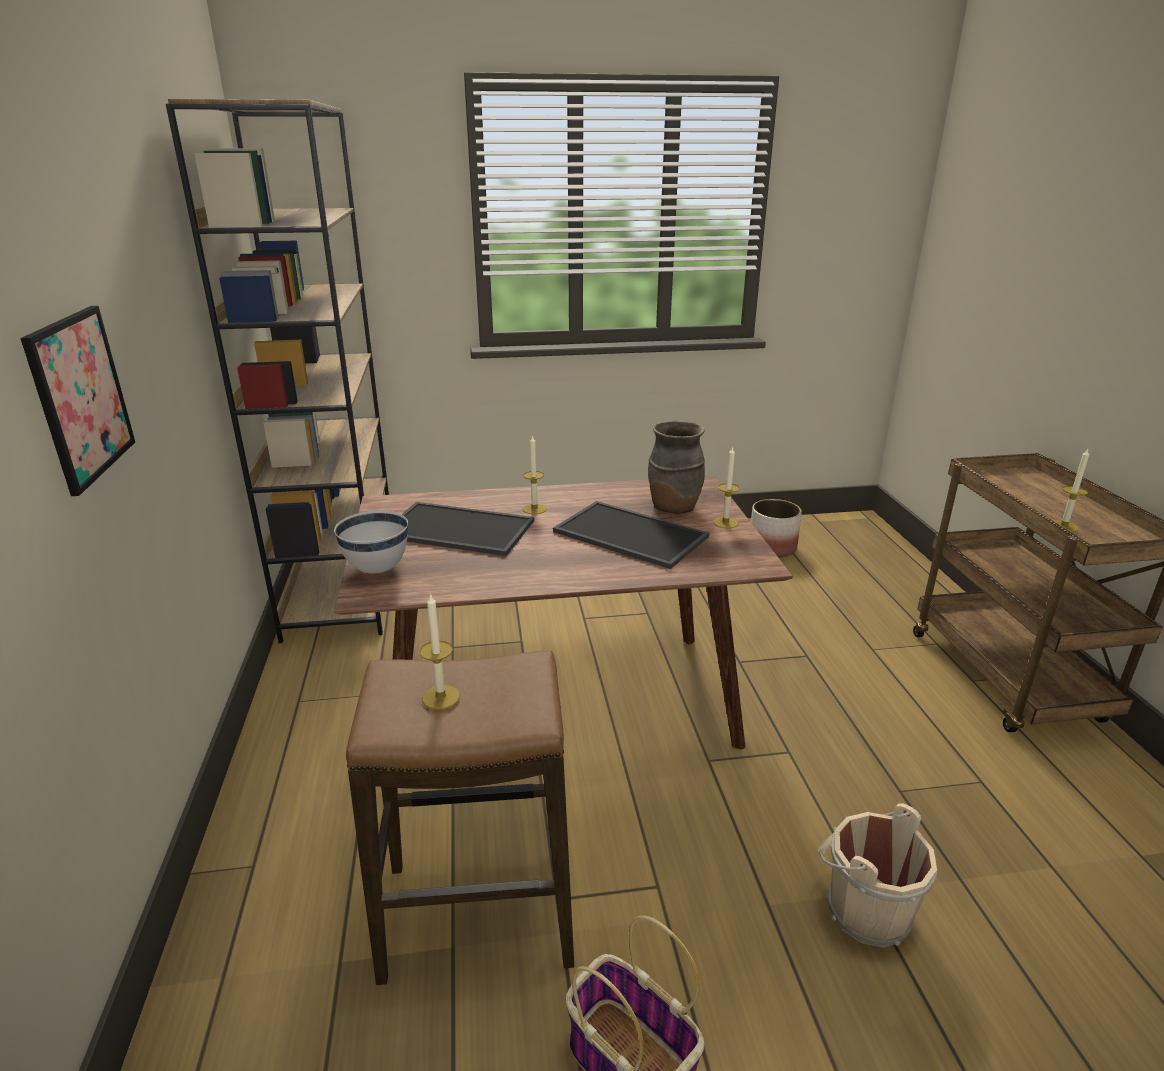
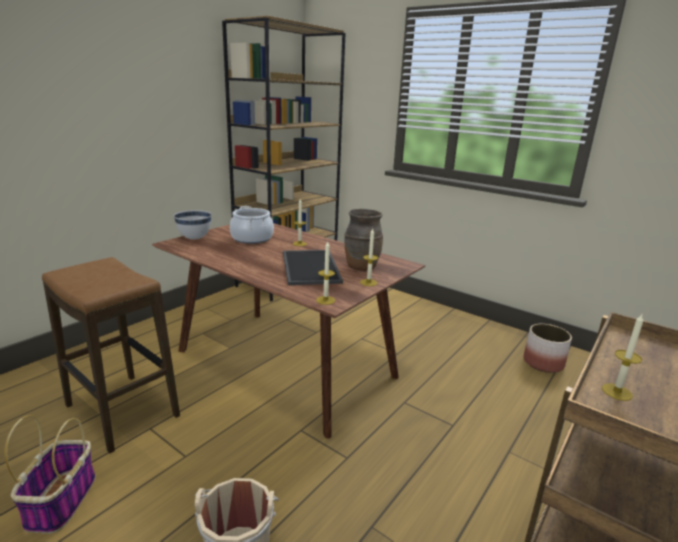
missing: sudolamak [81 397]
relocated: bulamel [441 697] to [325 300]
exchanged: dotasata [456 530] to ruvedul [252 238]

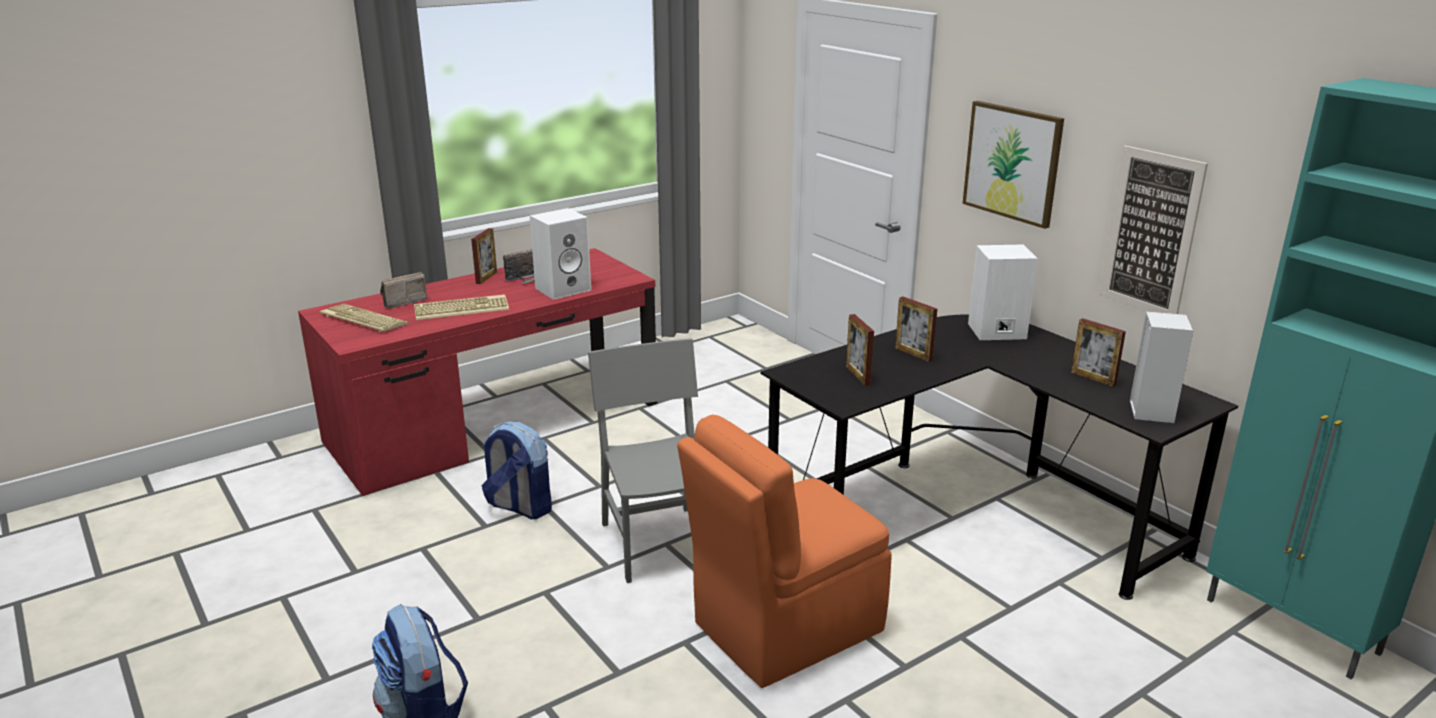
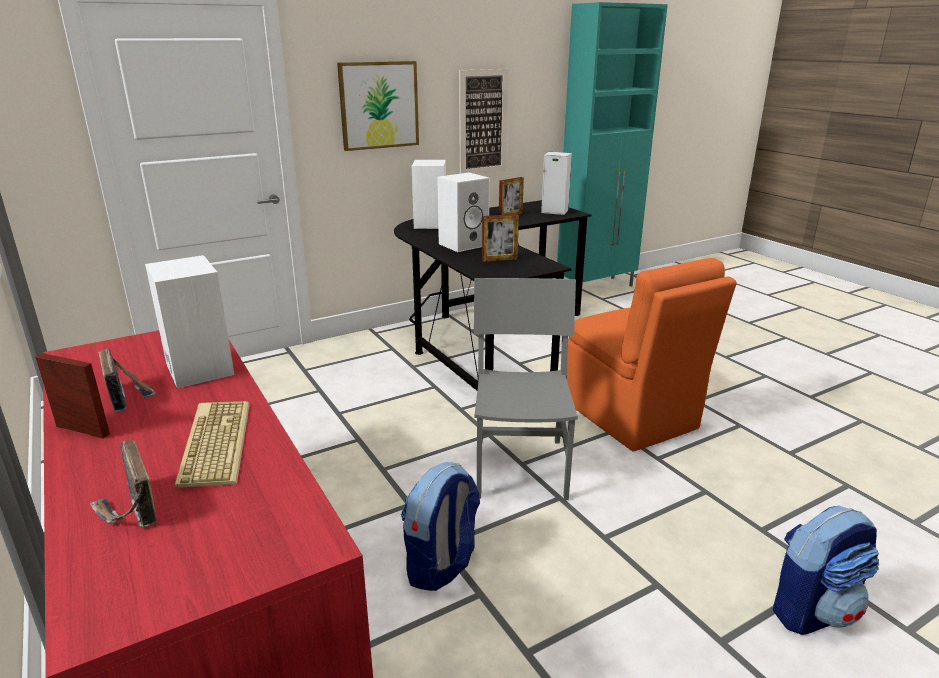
missing: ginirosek [362 319]
exchanged: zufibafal [913 354] to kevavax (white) [464 244]
spun: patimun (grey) [659 543] = [520 467] 105 degrees clockwise

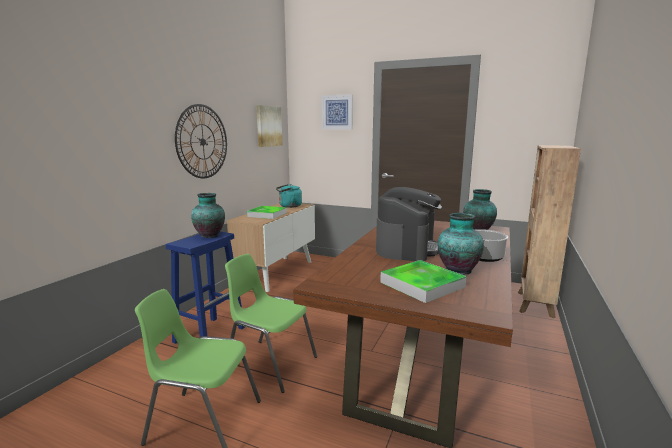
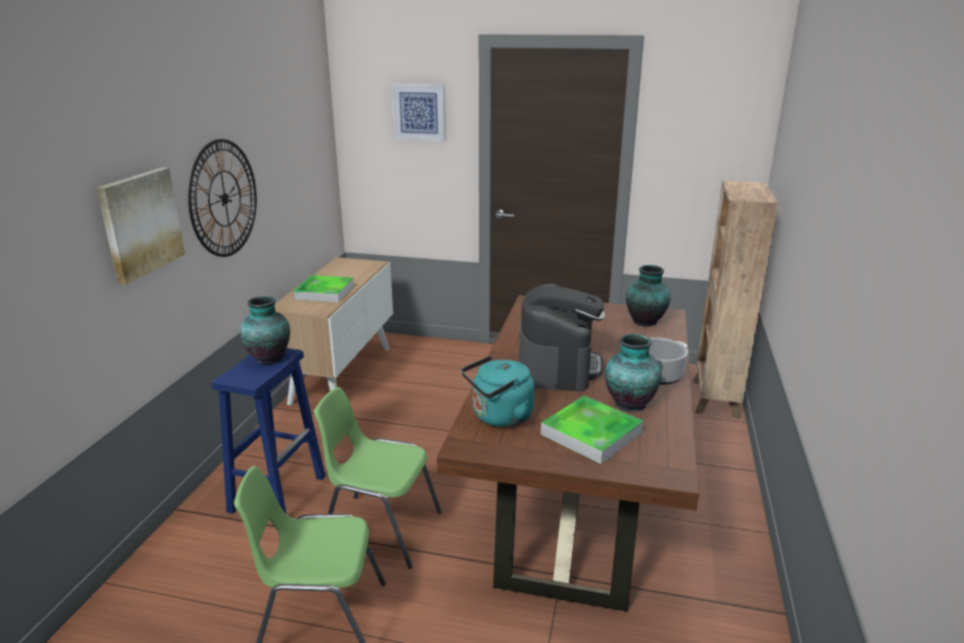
relocated: sudolamak [268 126] to [140 223]; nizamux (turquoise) [289 206] to [499 417]

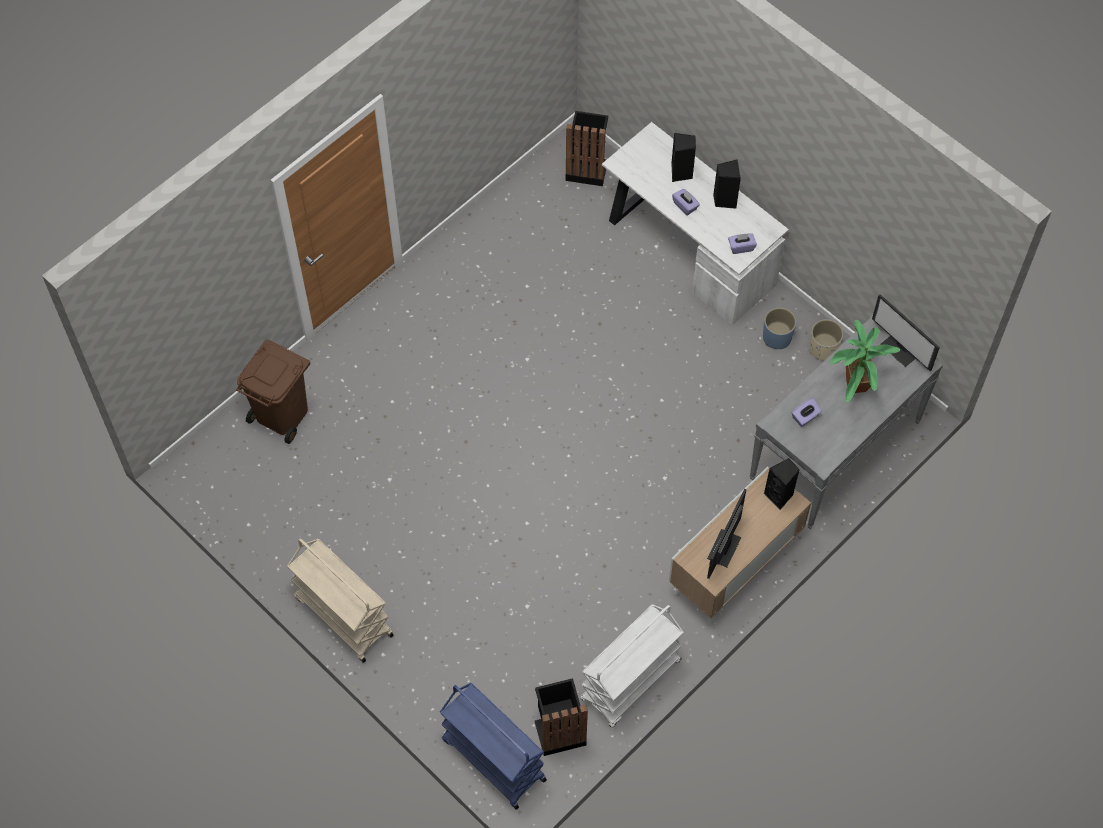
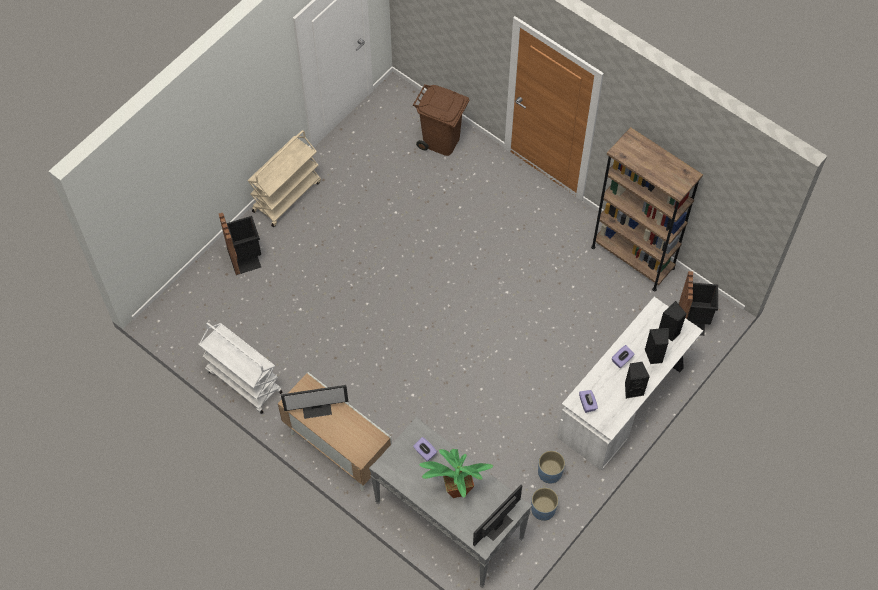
missing: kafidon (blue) [493 759]
appeared: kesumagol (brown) [632 257]
relocated: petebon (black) [559 730] to [246 258]; kevavax (black) [779 496] to [669 332]
colour: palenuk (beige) [823 349] to palenuk (blue) [543 509]
spun: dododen [724 549] = [317 408] 150 degrees clockwise

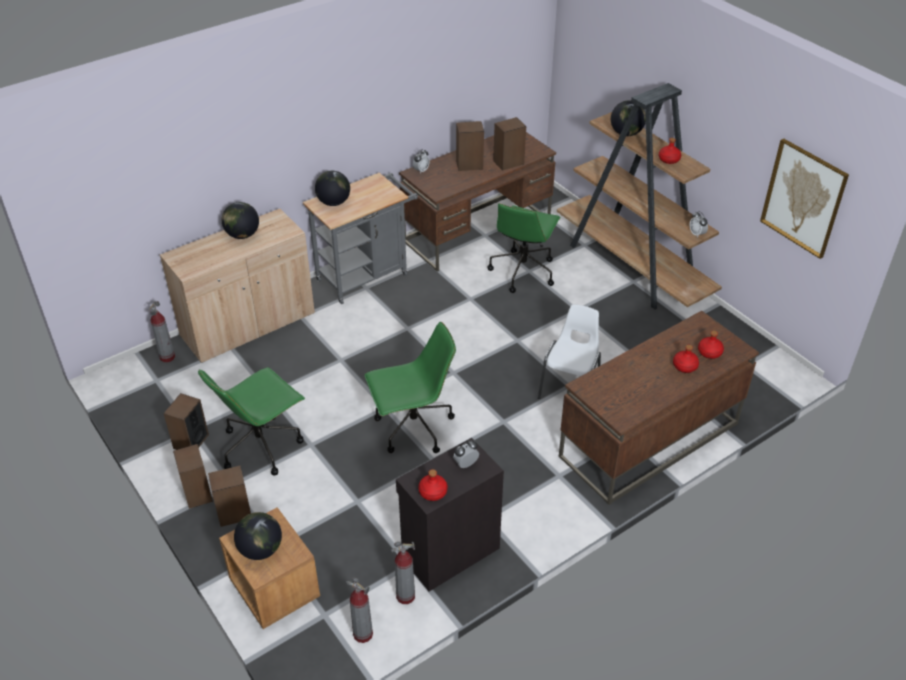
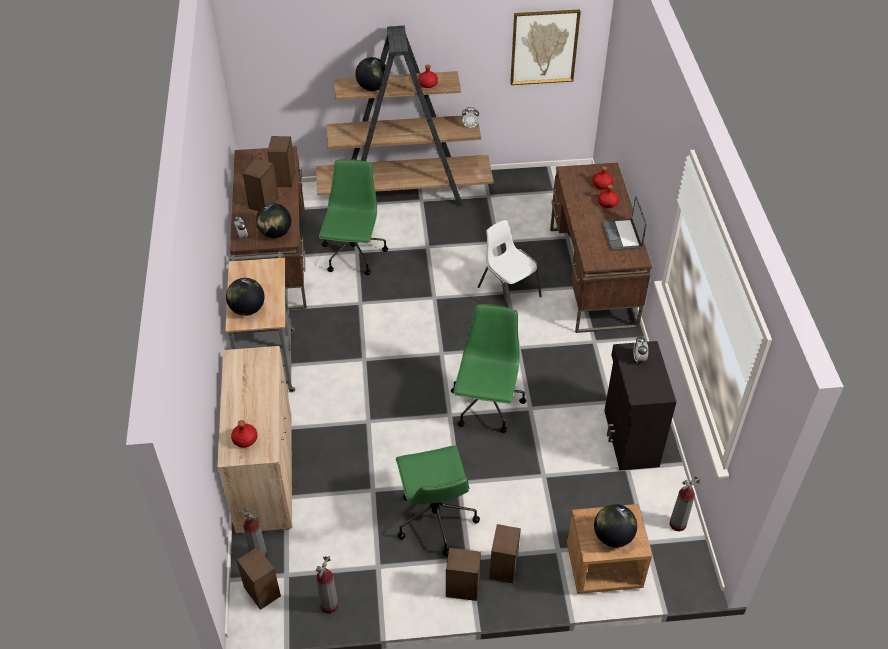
appeared: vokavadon [622 235]
relocated: kevavax [190 441] to [262 592]; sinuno [242 235] to [275 233]; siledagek [405 596] to [329 605]; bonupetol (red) [433 492] to [245 439]
spun: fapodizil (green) [523 271] = [353 255] 135 degrees counterclockwise

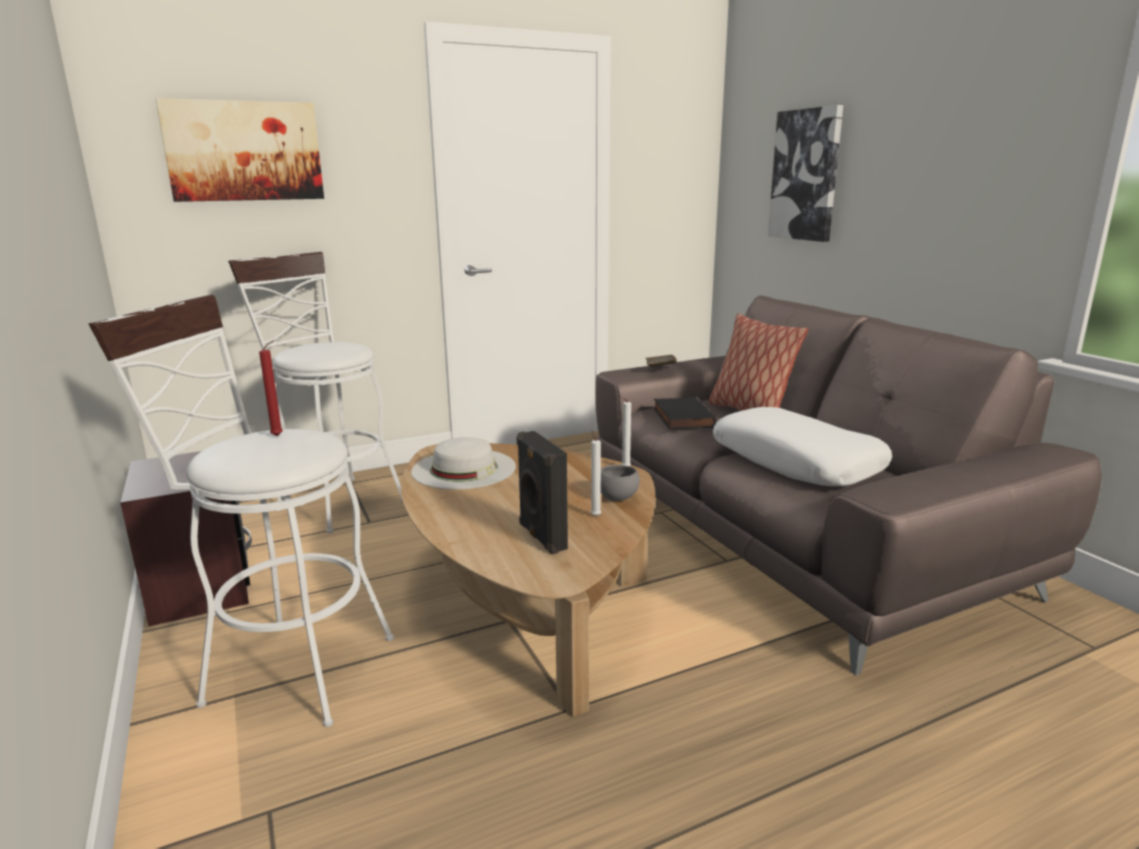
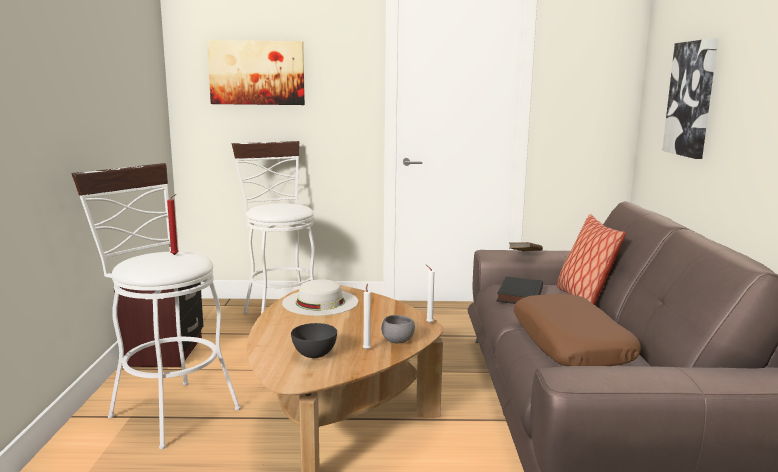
exchanged: kevavax (black) [541 537] to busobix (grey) [314 354]
colour: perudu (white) [796 462] to perudu (brown) [571 344]

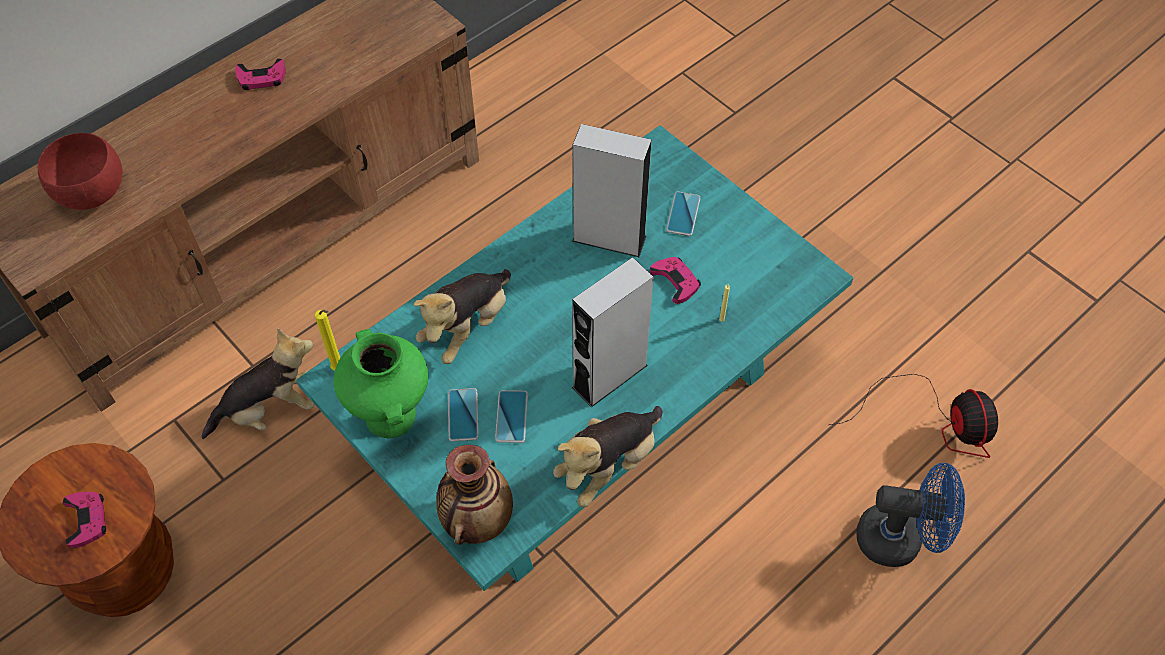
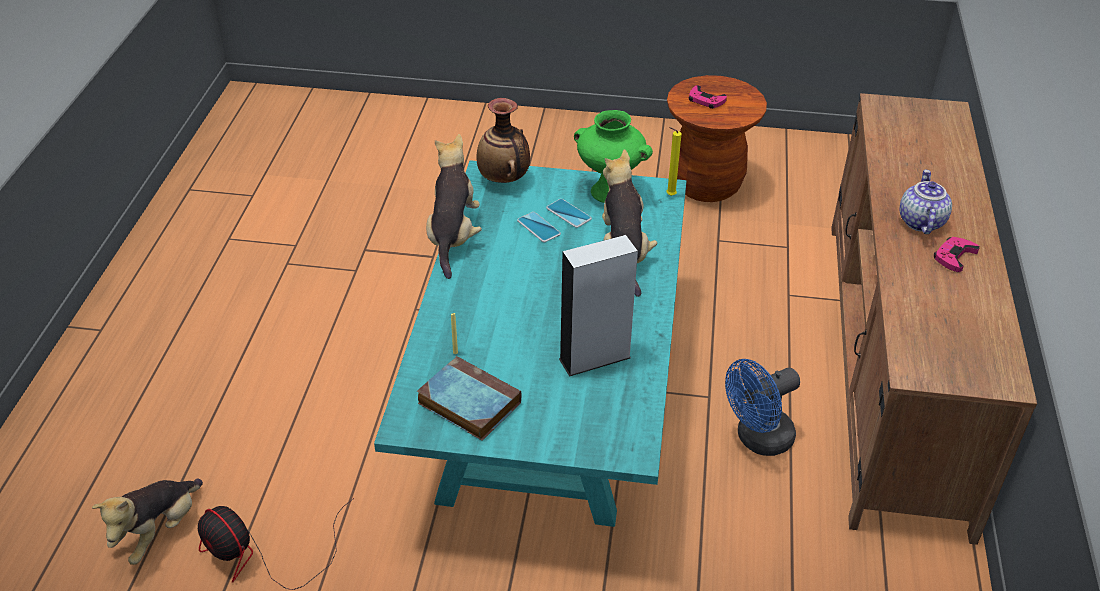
missing: busobix (red) [93 195]; kevavax (grey) [609 376]; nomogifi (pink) [675 281]; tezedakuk [683 214]
appeared: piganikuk [467 402]; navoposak [919 221]
relocated: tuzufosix [269 410] to [158 532]; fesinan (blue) [900 539] to [757 439]

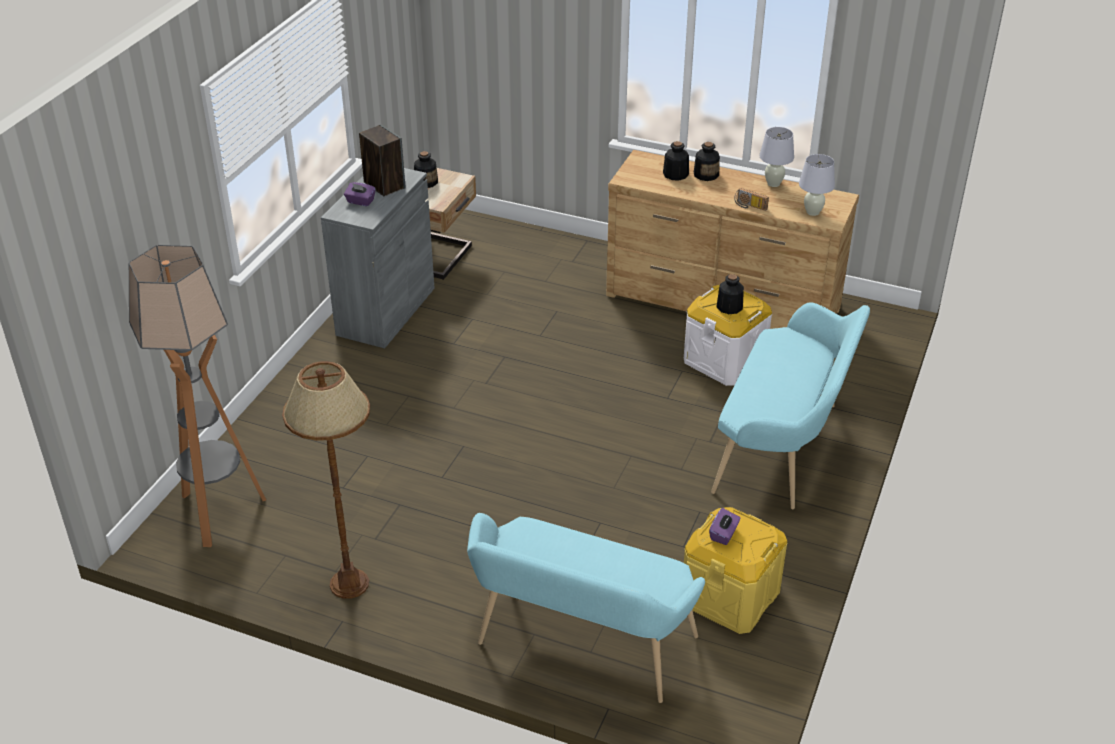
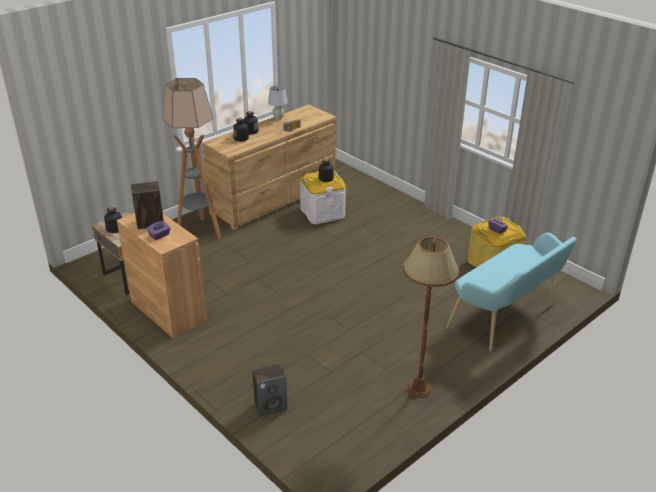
missing: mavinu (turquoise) [784 448]; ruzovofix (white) [812 212]
appeared: kevavax [271 406]
relocated: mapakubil [219 512] to [199 232]
colour: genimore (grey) [386 311] to genimore (brown) [168 311]

